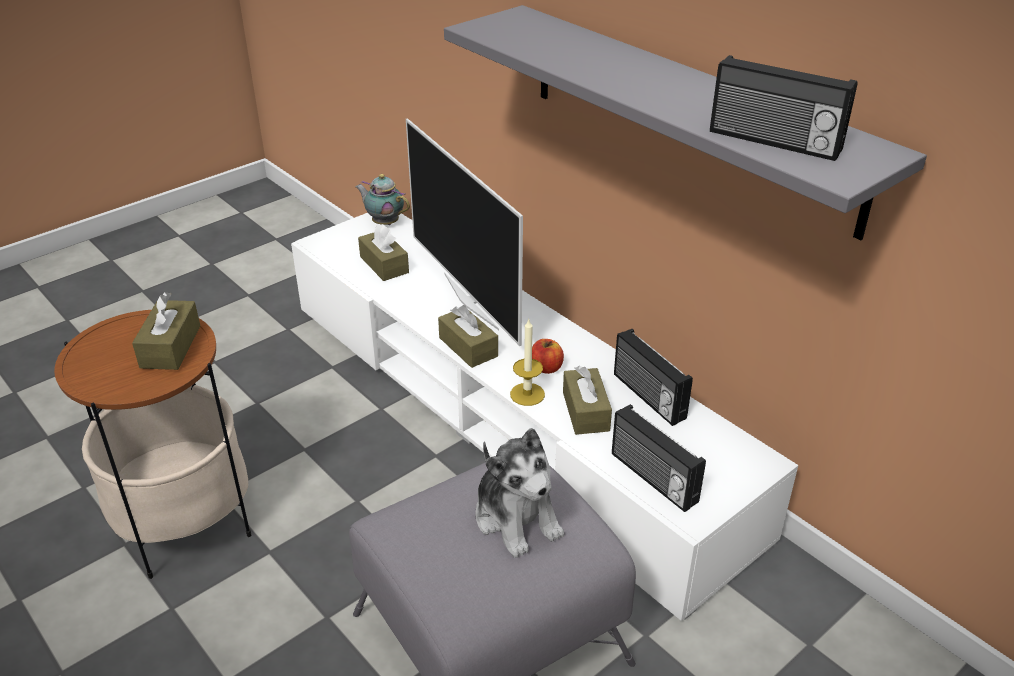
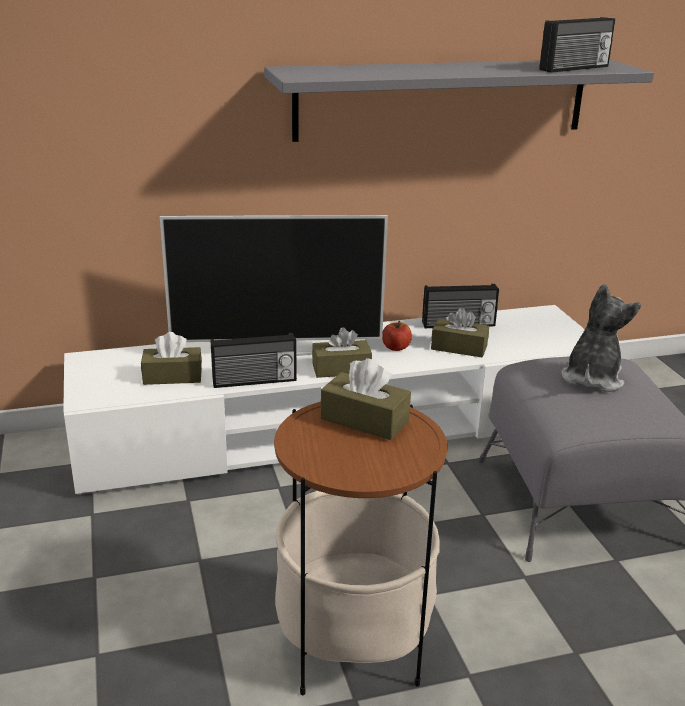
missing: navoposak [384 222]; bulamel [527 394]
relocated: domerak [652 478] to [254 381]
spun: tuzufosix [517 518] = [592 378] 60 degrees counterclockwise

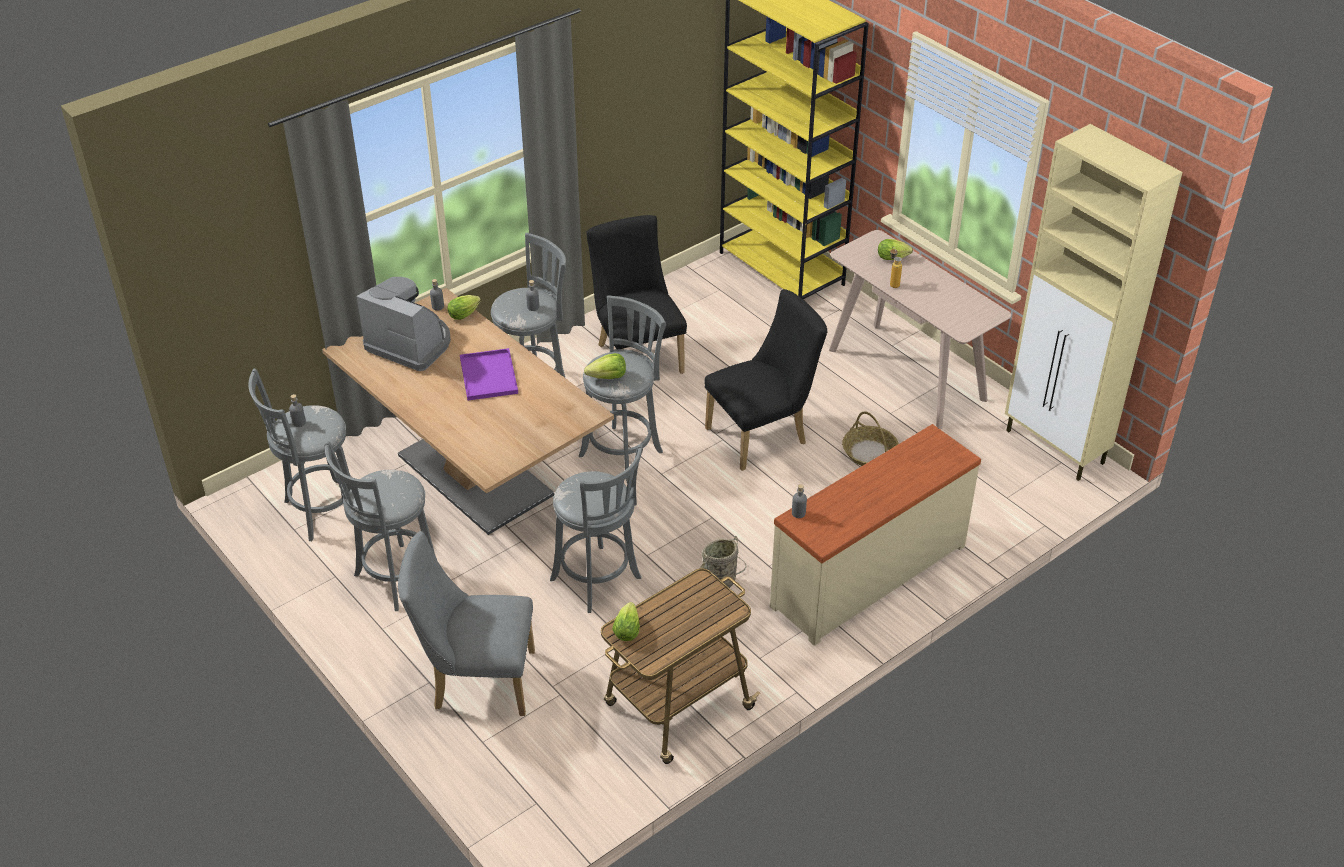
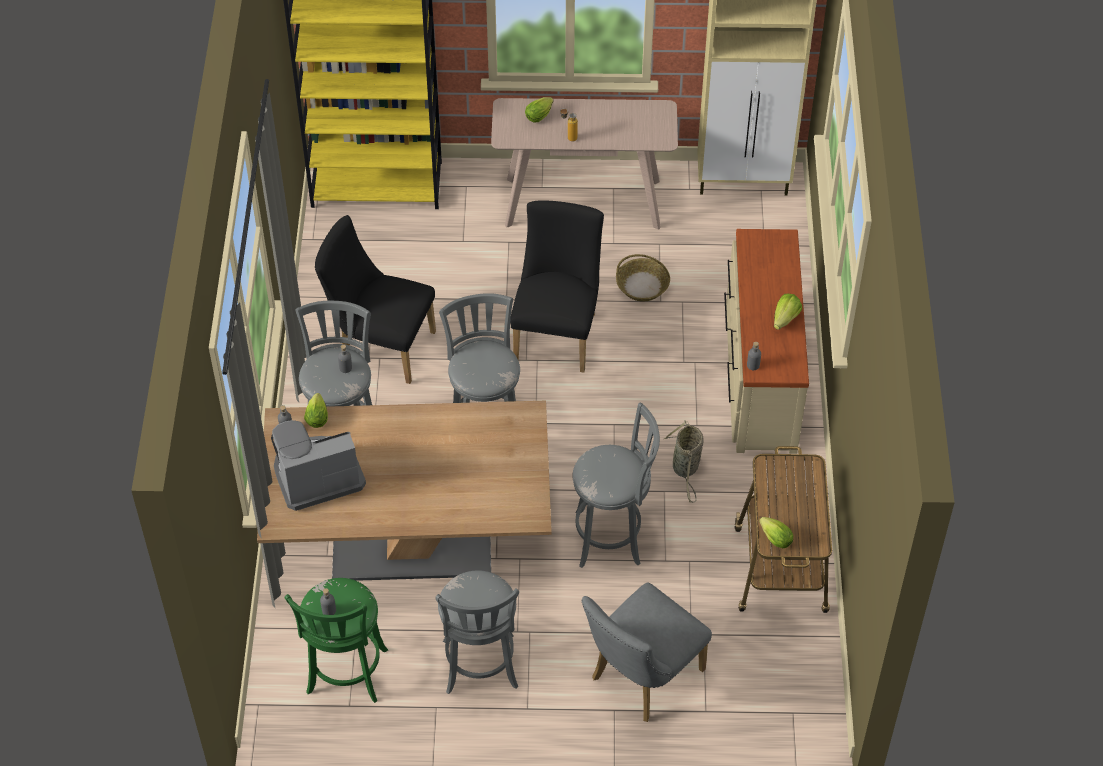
missing: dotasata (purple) [489 376]
relocated: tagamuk [608 377] to [785 319]
colour: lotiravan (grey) [320 512] to lotiravan (green) [346 675]

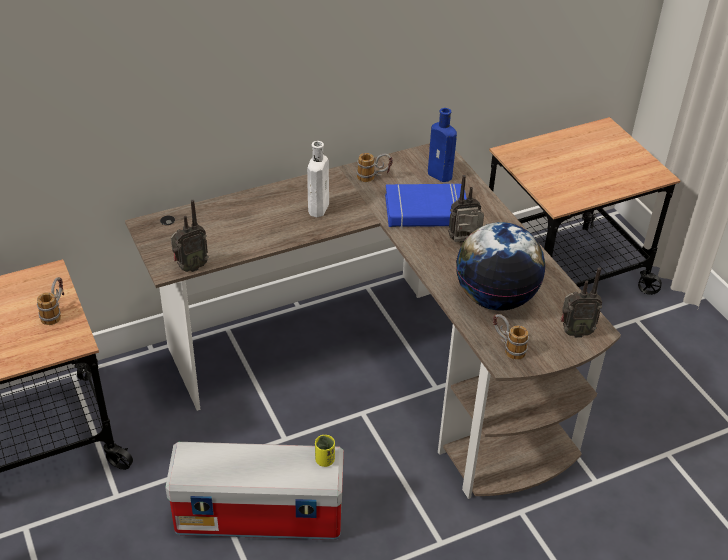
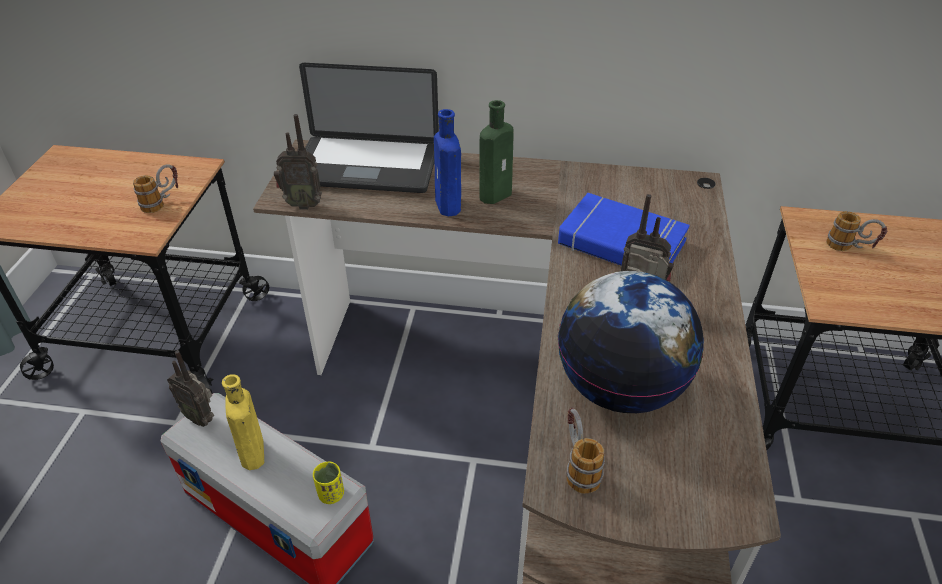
appeared: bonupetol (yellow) [253 456]; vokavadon [367 166]
relocated: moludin [374 178] to [850 248]; bonupetol (blue) [441 175] to [448 207]; domerak [574 332] to [201 417]
colour: bonupetol (white) [319 207] to bonupetol (green) [497 194]

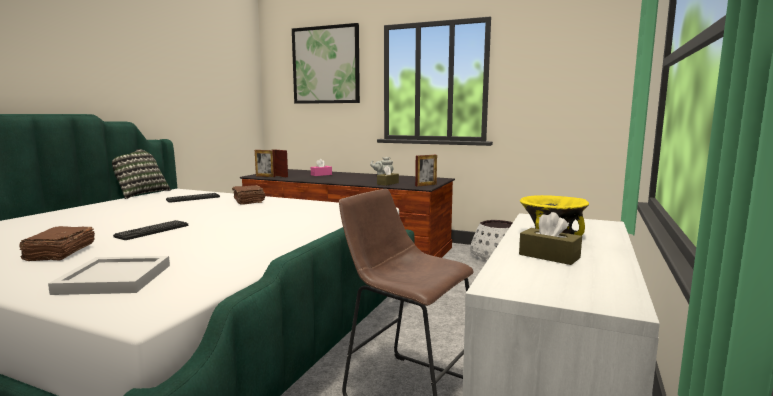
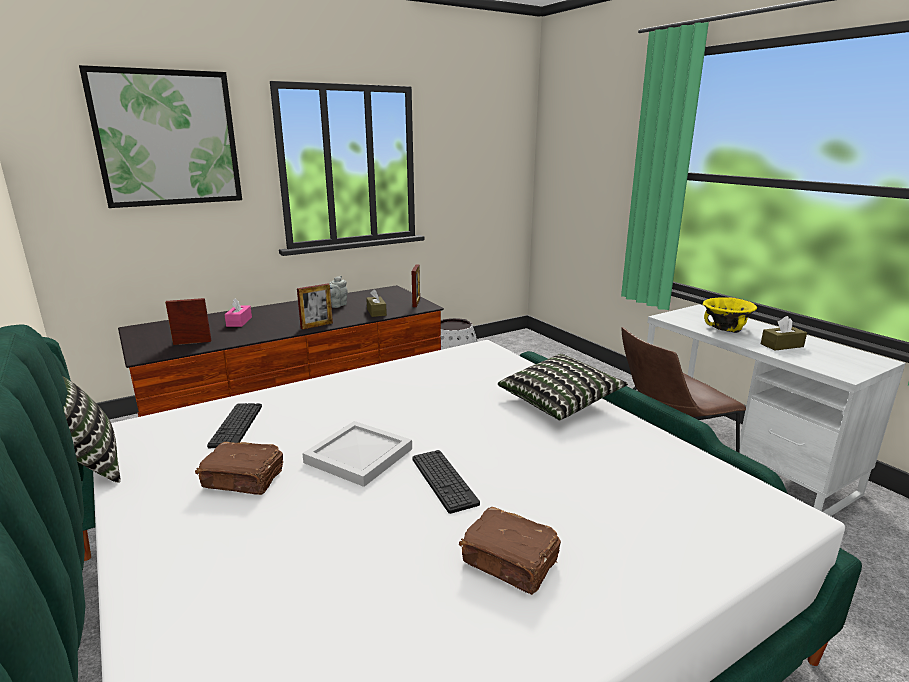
appeared: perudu [559 402]
relocated: dotasata (white) [114 278] to [357 456]; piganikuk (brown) [248 201] to [244 479]; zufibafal [265 176] to [316 325]

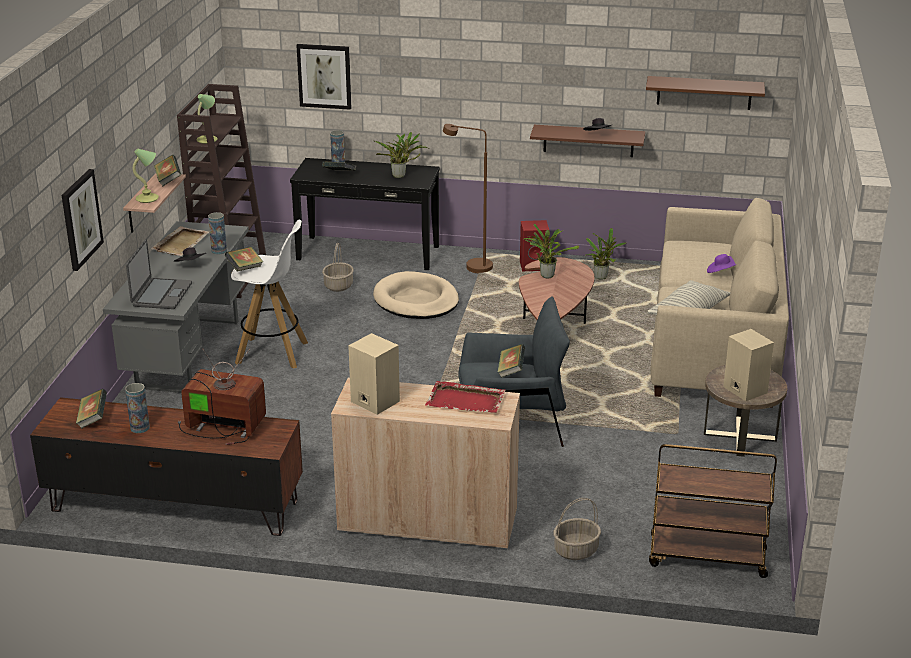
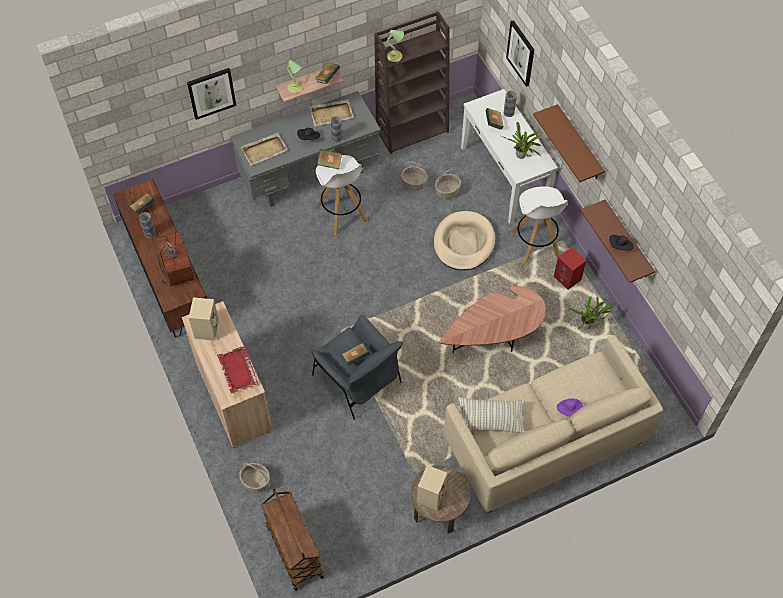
missing: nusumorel [546 275]
appeared: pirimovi [414 183]
relocated: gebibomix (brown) [704 92] to [579 144]
exchanged: vokavadon [161 295] to dotasata (beige) [265 150]; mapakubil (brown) [471 266] to lotiravan (white) [535 244]
colour: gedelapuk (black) [368 252] to gedelapuk (white) [504 177]

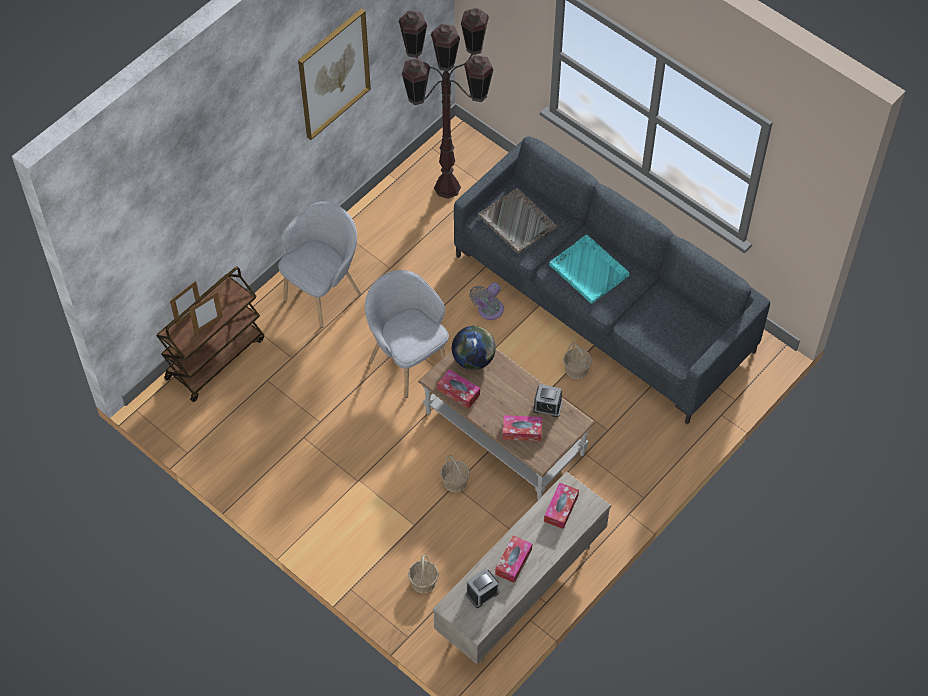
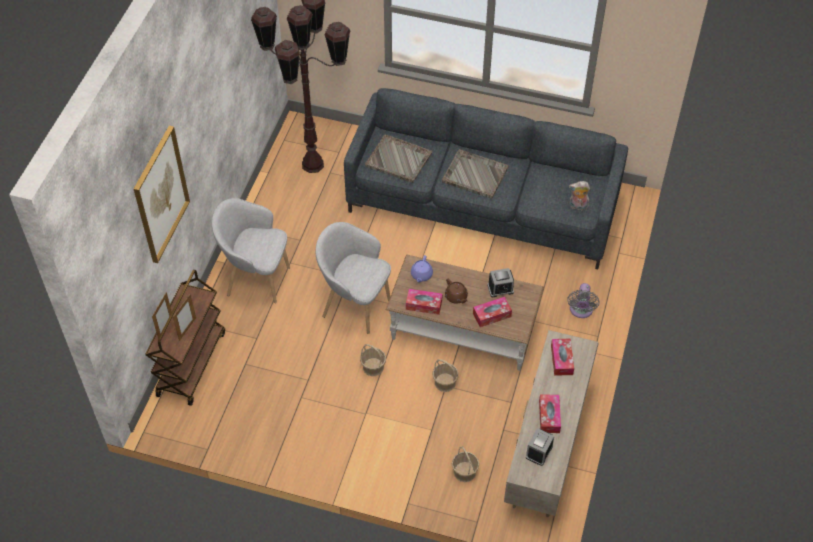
appeared: navoposak (brown) [456 297]; tuzufosix [577 206]
relocated: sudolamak [333 73] to [160 194]; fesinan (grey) [488 311] to [580 311]; pirimovi [576 369] to [373 367]
exchanged: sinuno [473 359] to navoposak (purple) [421 275]
colour: dotasata (turquoise) [588 269] to dotasata (grey) [474 174]
spun: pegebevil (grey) [323 294] = [256 279] 90 degrees counterclockwise

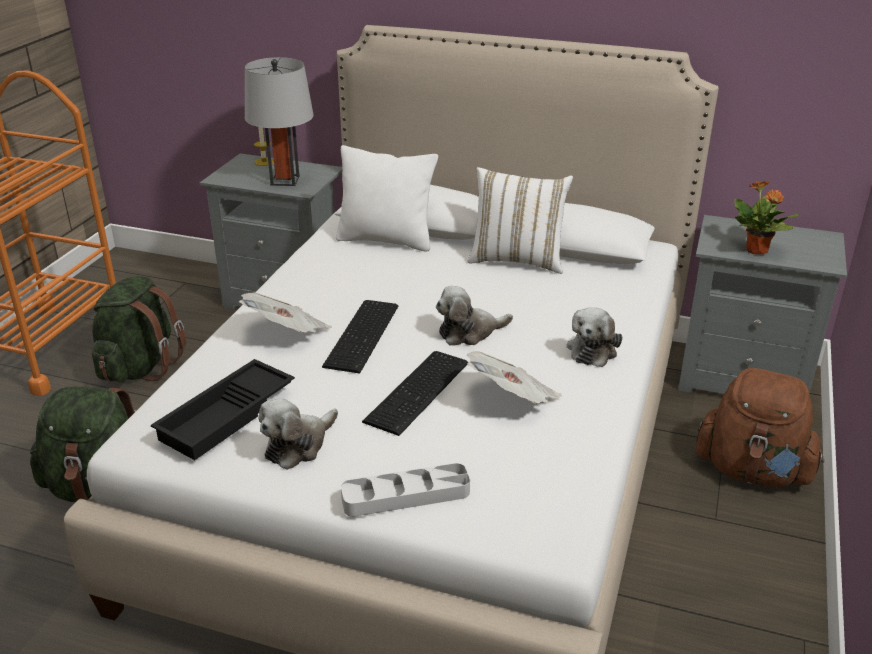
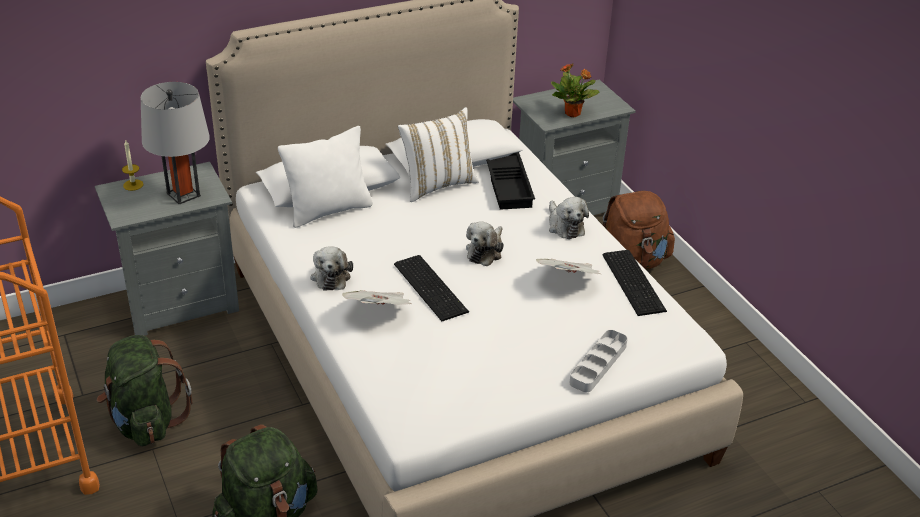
relocated: dotasata (black) [227 417] to [510 185]; tuzufosix [298 445] to [331 276]; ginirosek [420 391] to [634 281]

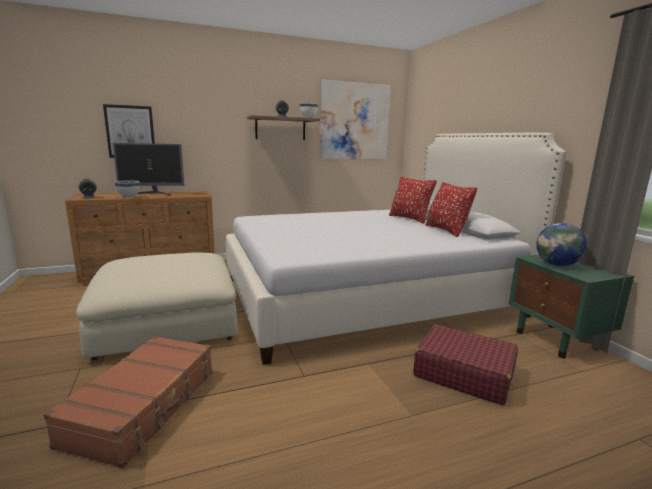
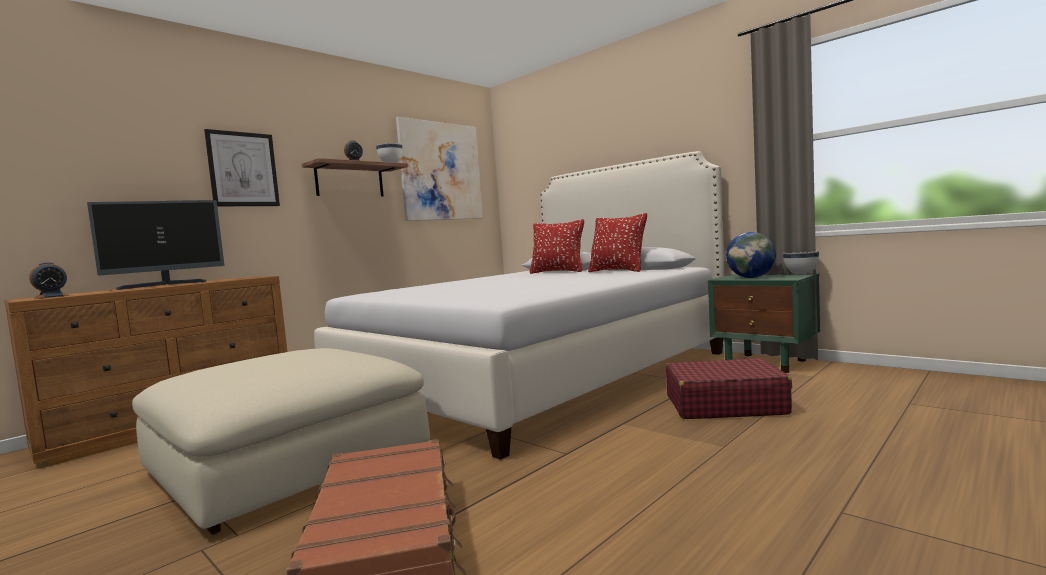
relocated: sudolamak [130 132] to [243 169]; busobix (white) [129 197] to [800 274]

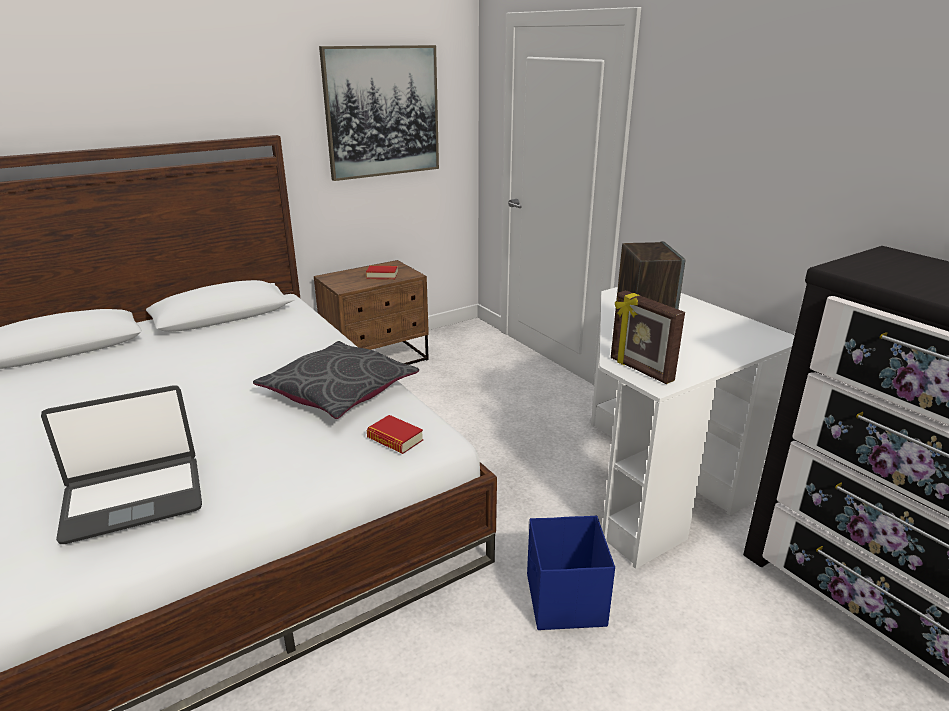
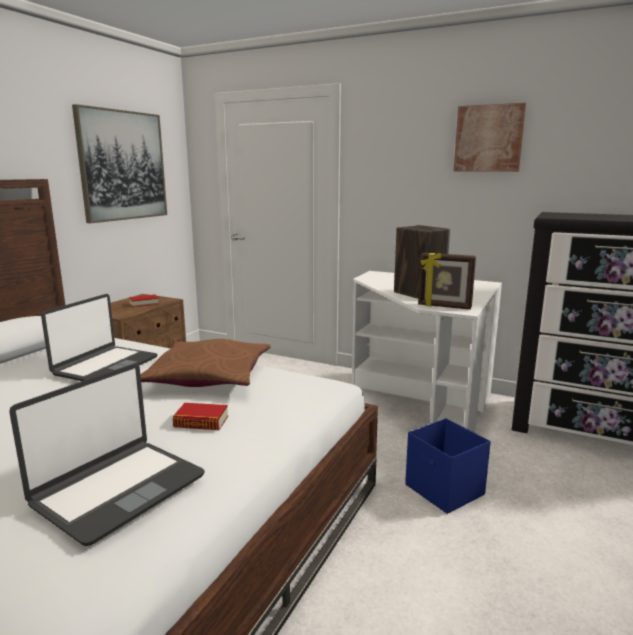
appeared: vokavadon [105 366]; sudolamak [488 138]
relocated: piganikuk [395 439] to [201 422]
colour: perudu (grey) [339 392] to perudu (brown) [209 376]

